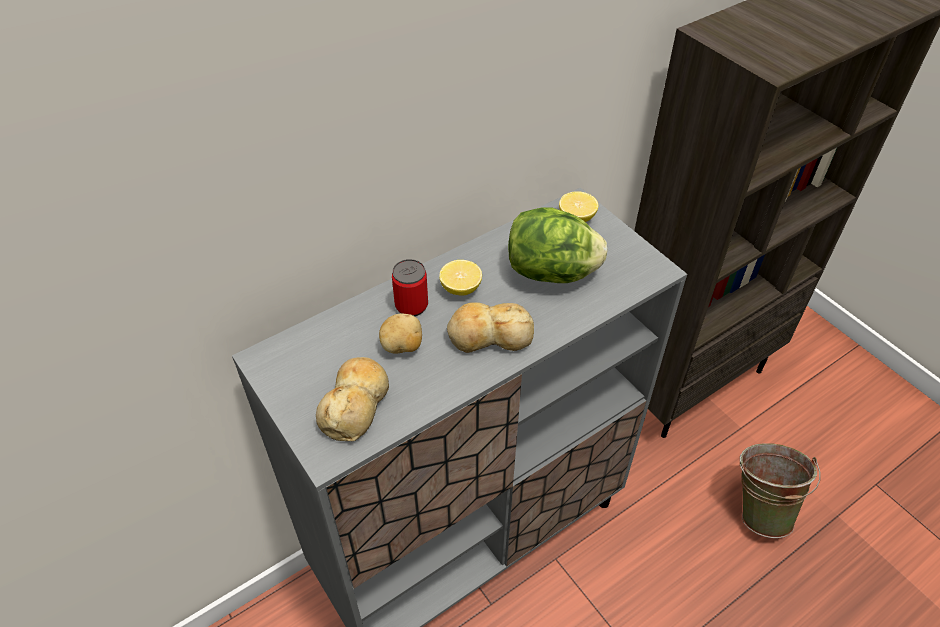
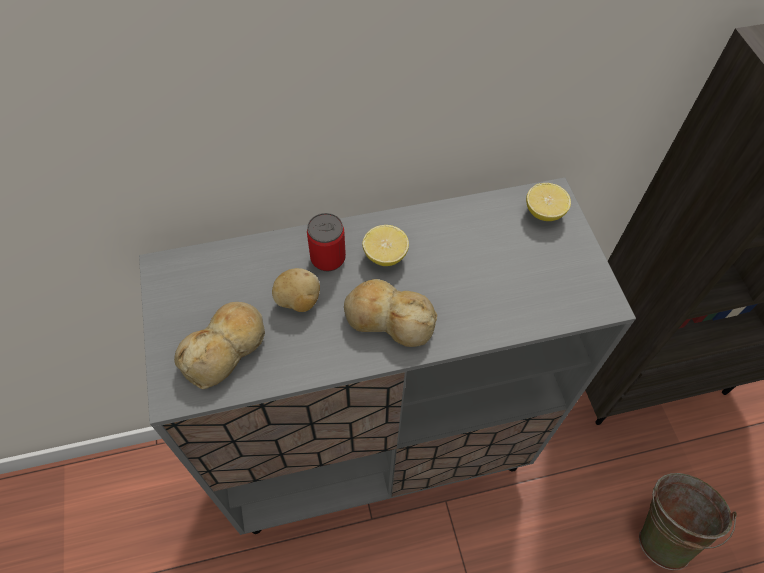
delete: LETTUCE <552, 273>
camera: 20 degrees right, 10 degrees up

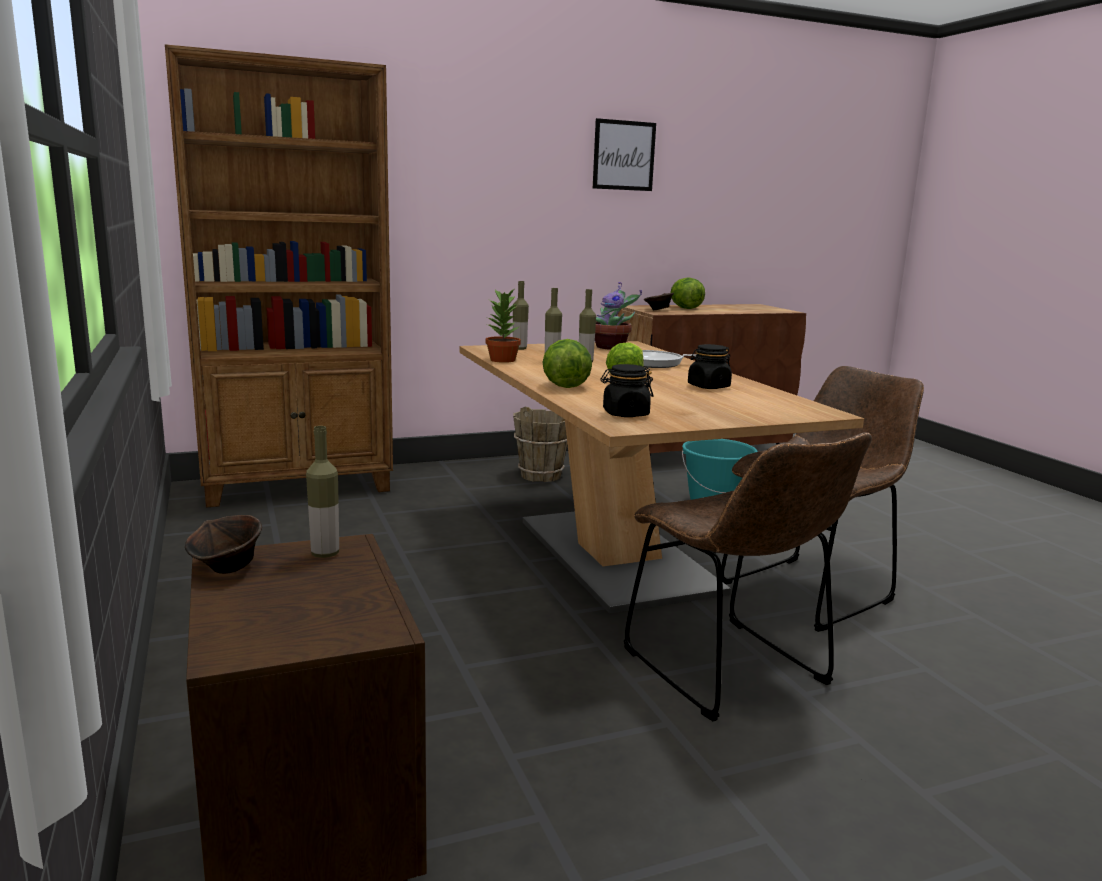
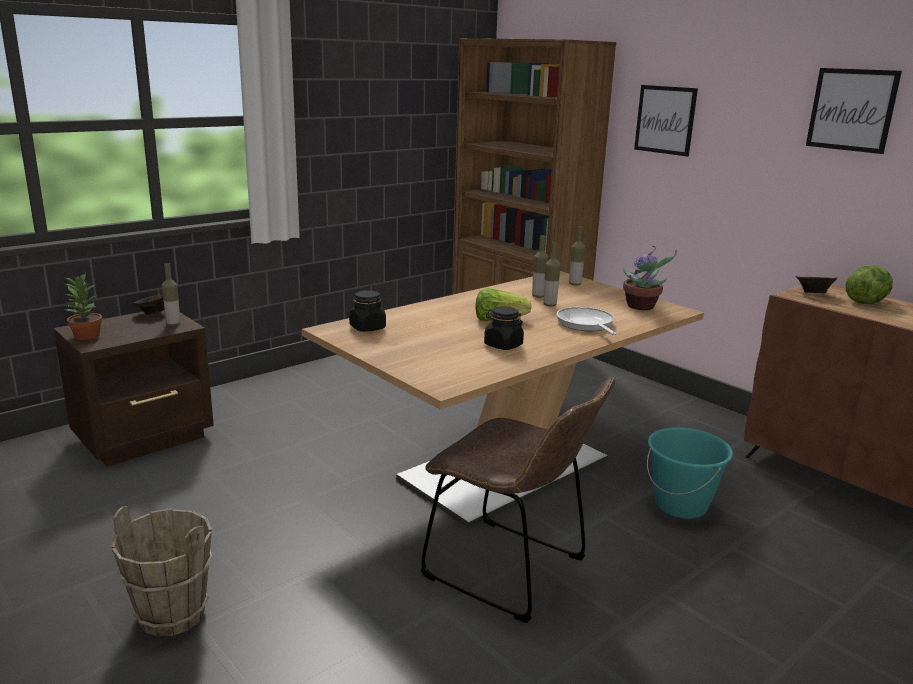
delete: LETTUCE <565, 386>; BROWN CHAIR <731, 672>
insert: PICTURE <665, 120>
move: POTTED PLANT <503, 360> to <86, 336>; BROWN BUCKET <540, 475> to <172, 614>
camera: 70 degrees right, 5 degrees up

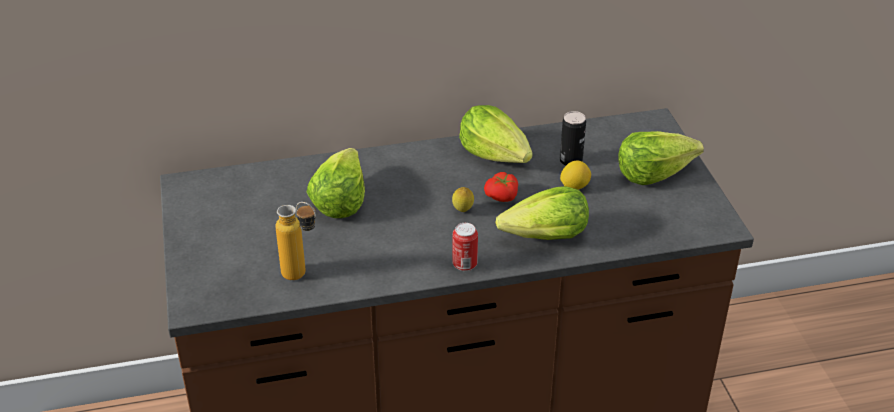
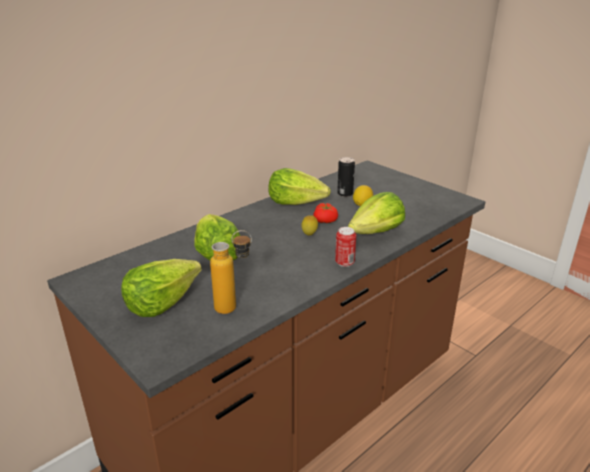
move: LETTUCE <653, 173> to <161, 302>
camera: 30 degrees left, 10 degrees down

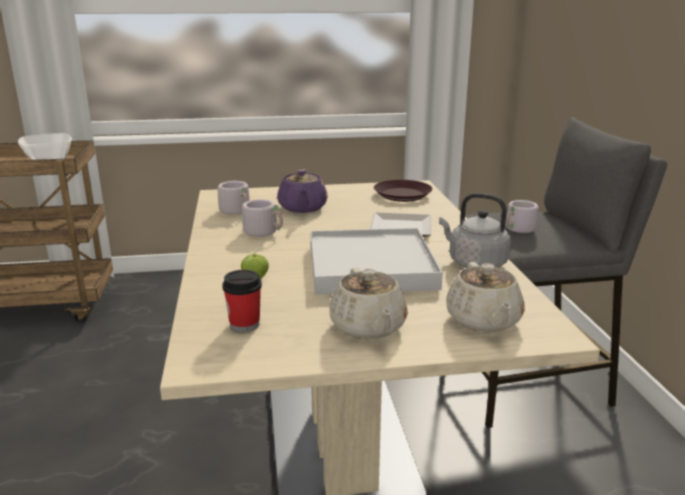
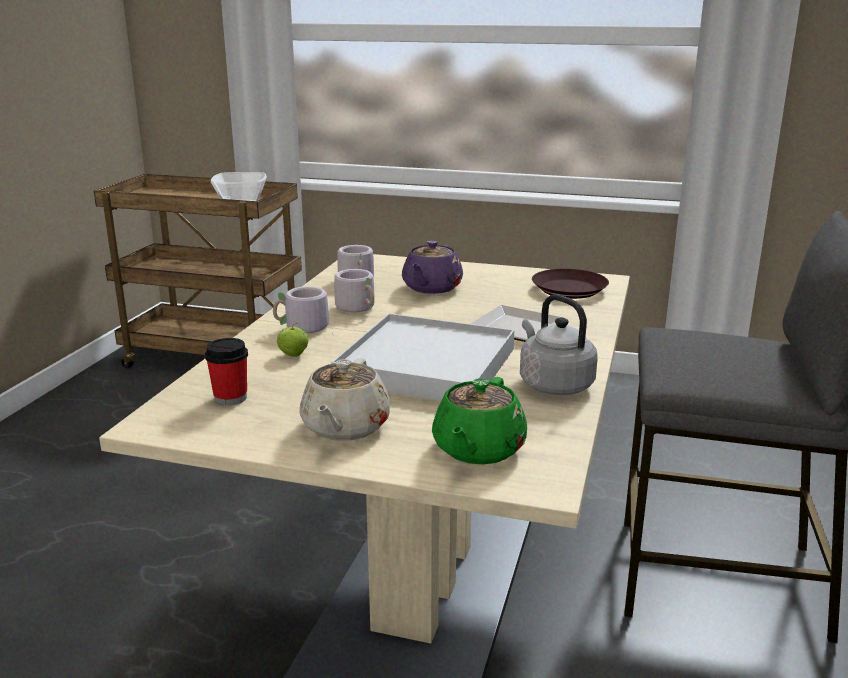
move: GREY MUG <519, 230> to <302, 329>
recolor: BEIGE TEAPOT <483, 321> to GREEN TEAPOT <477, 449>
camera: 25 degrees right, 0 degrees up

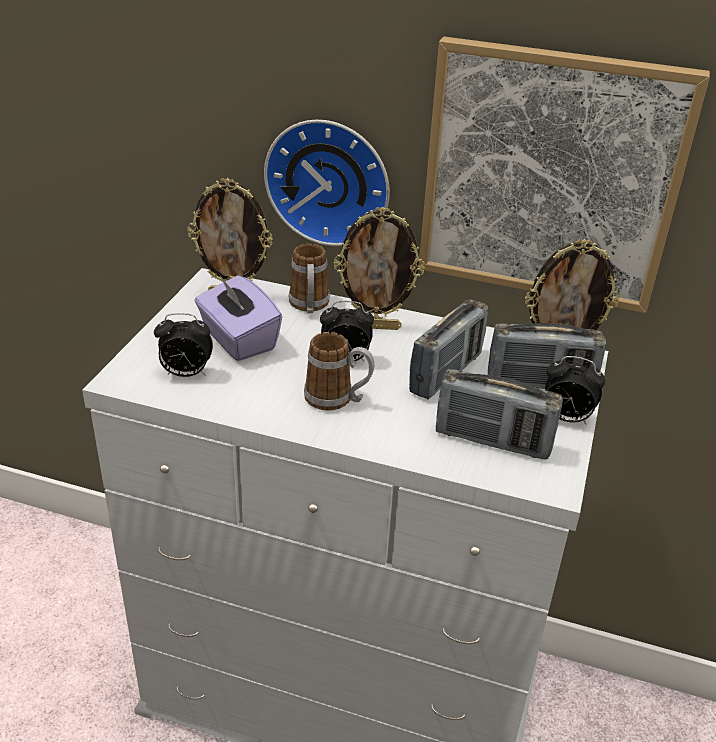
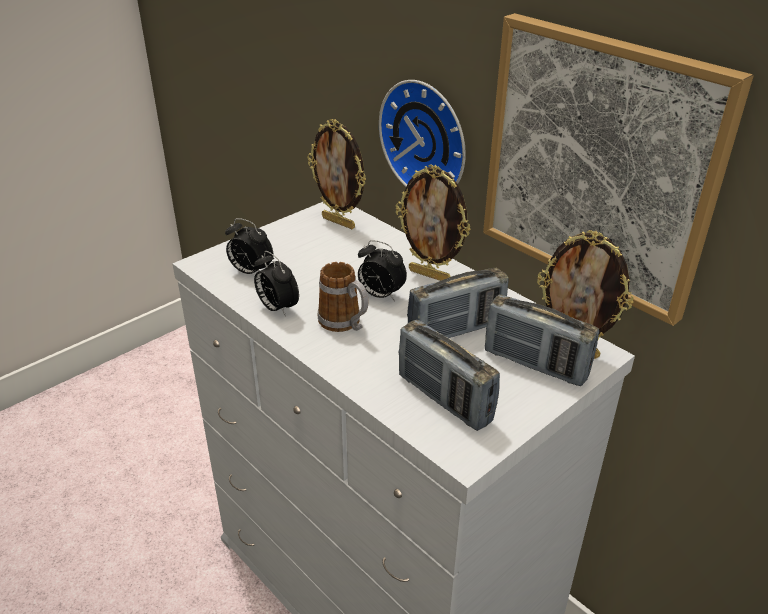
delete: PURPLE TISSUE BOX <238, 340>; MUG <309, 306>
move: ALARM CLOCK <566, 418> to <277, 308>
camera: 30 degrees right, 0 degrees up

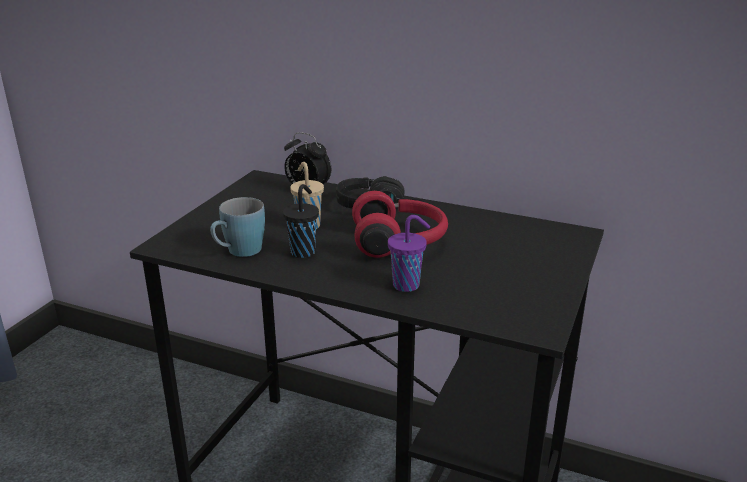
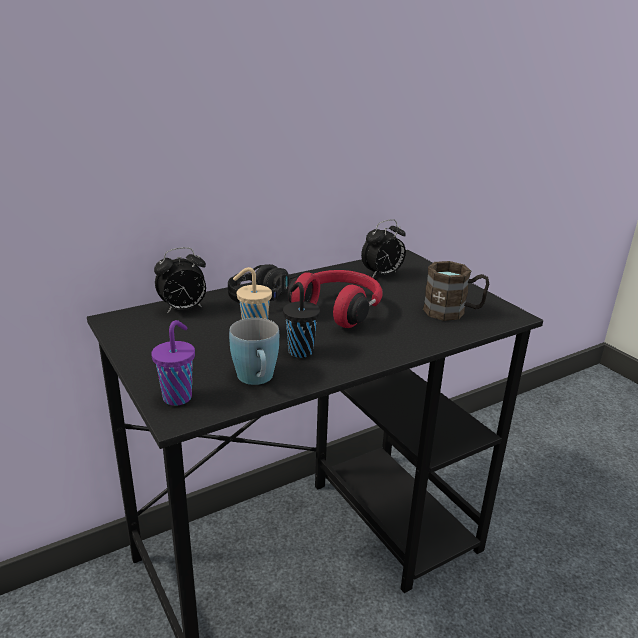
insert: ALARM CLOCK <382, 275>; BROWN MUG <453, 312>
move: PURPLE CUP <408, 285> to <178, 396>
camera: 55 degrees left, 0 degrees up

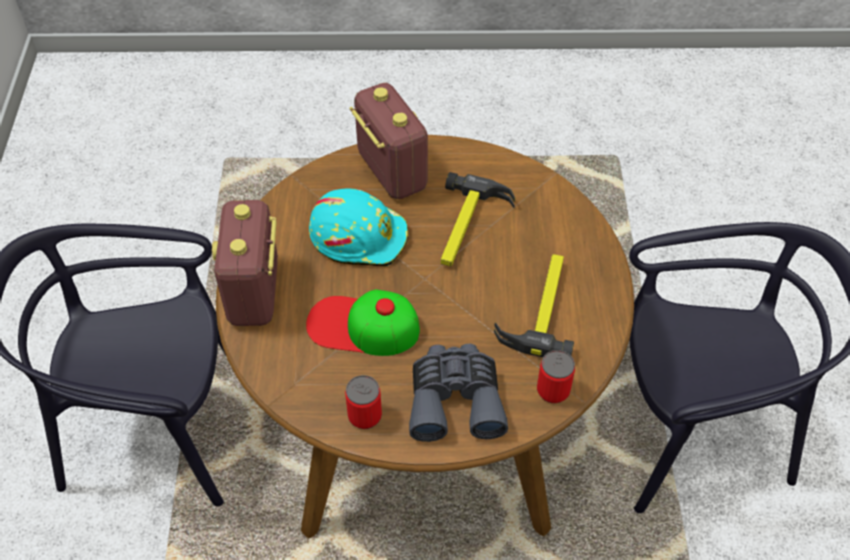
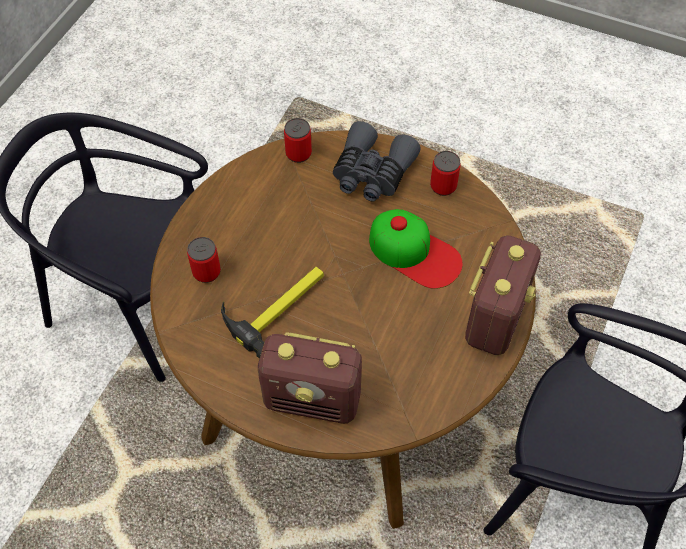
delete: TURQUOISE HARD HAT <359, 236>; HAMMER <540, 308>
insert: CAN <206, 272>
rotate: RADIO <391, 171> = <313, 400> 75 degrees counterclockwise
camera: 155 degrees left, 5 degrees up

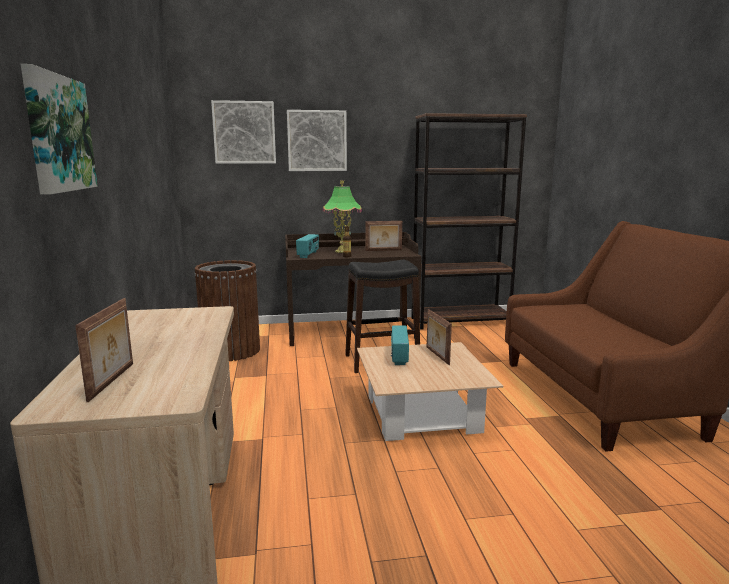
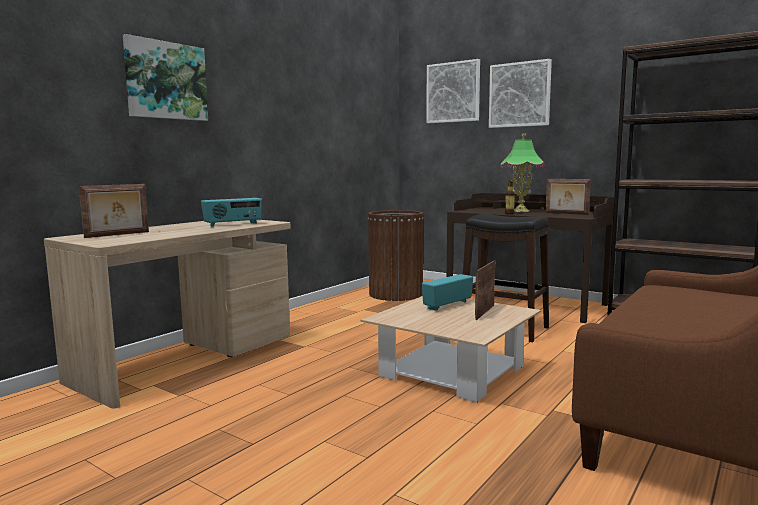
move: RADIO <308, 255> to <233, 224>
camera: 45 degrees right, 5 degrees down

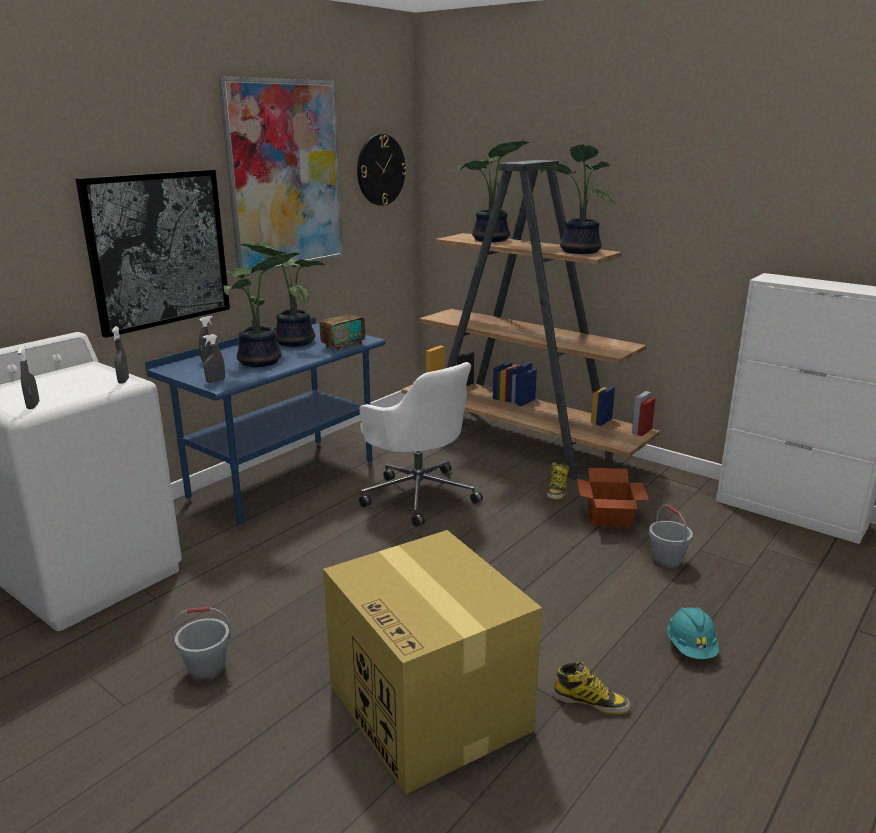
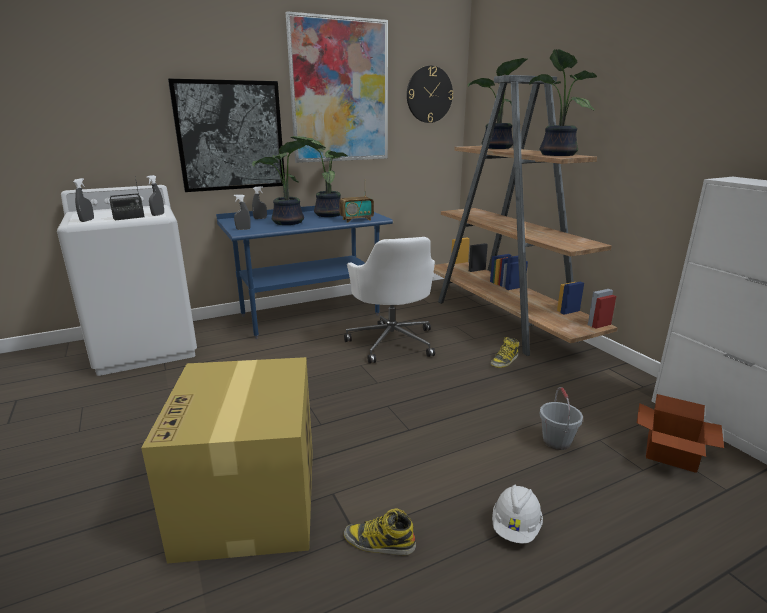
delete: GREY BUCKET <206, 670>
insert: RADIO <129, 218>
move: CARDBOARD BOX <608, 517> to <670, 453>
recolor: TURQUOISE HARD HAT <691, 648> to WHITE HARD HAT <516, 527>
rotate: BOOT <590, 701> = <379, 543> 150 degrees clockwise
camera: 25 degrees right, 0 degrees up

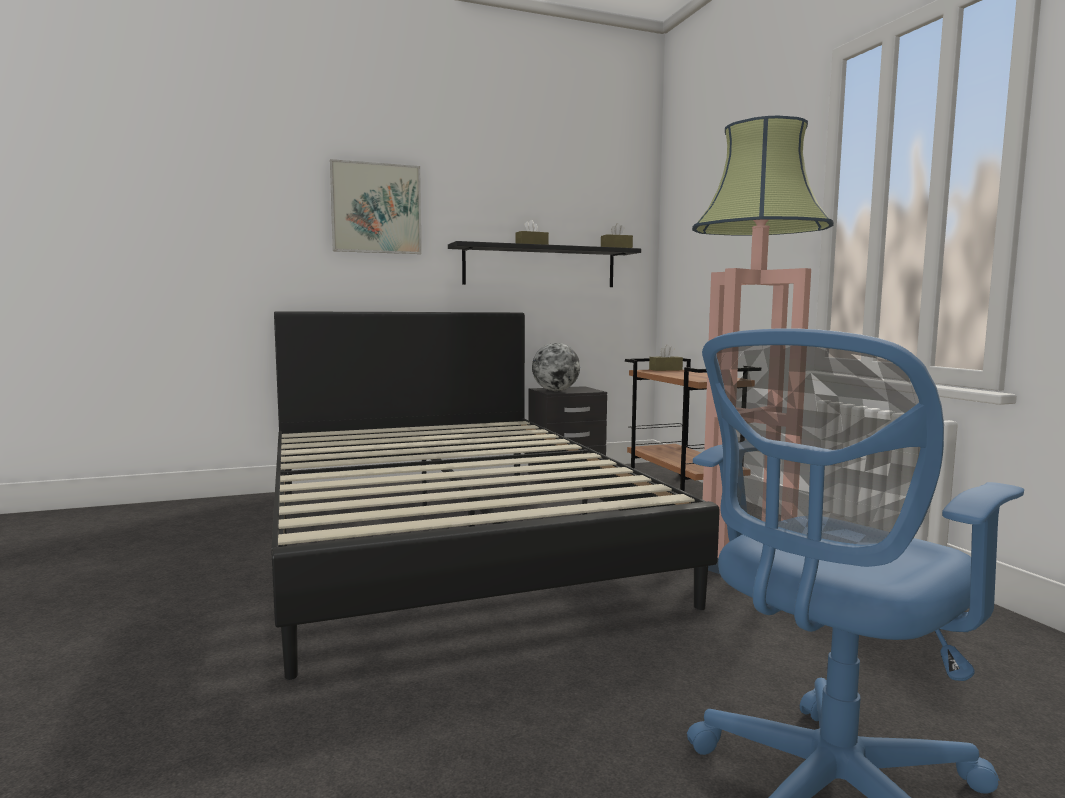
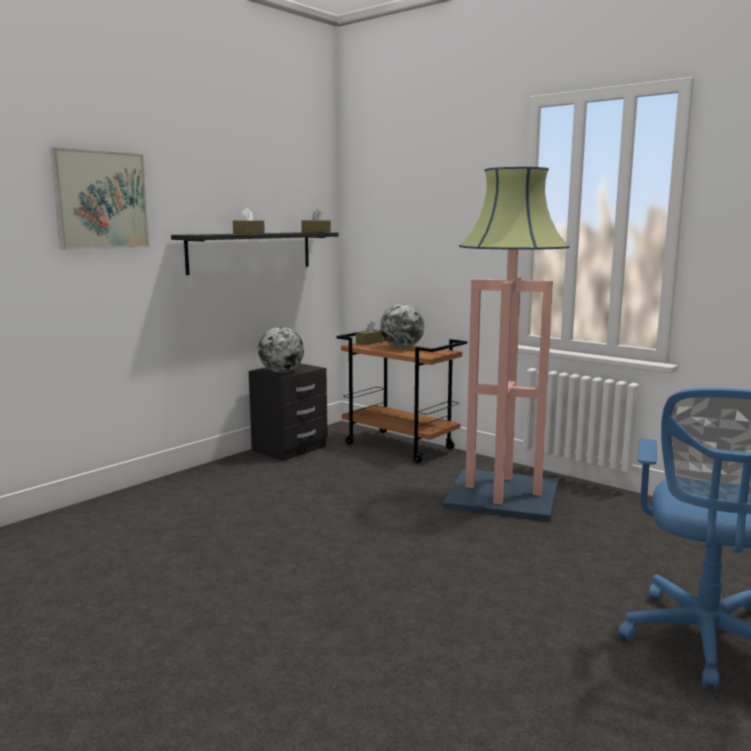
delete: BLACK BED <448, 537>
insert: GLOBE <402, 348>
camera: 30 degrees left, 5 degrees up

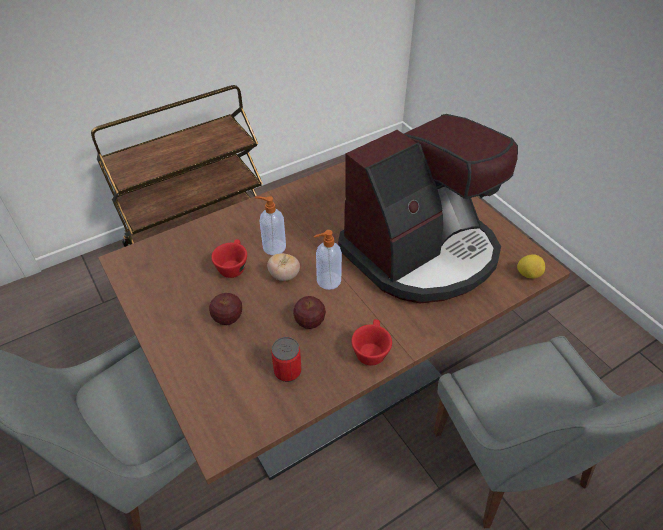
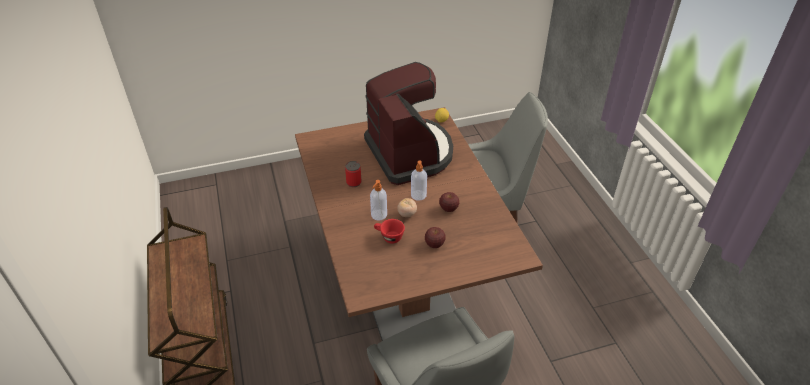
delete: RED CUP <370, 350>
move: CAN <287, 371> to <354, 182>
camera: 75 degrees left, 5 degrees down

